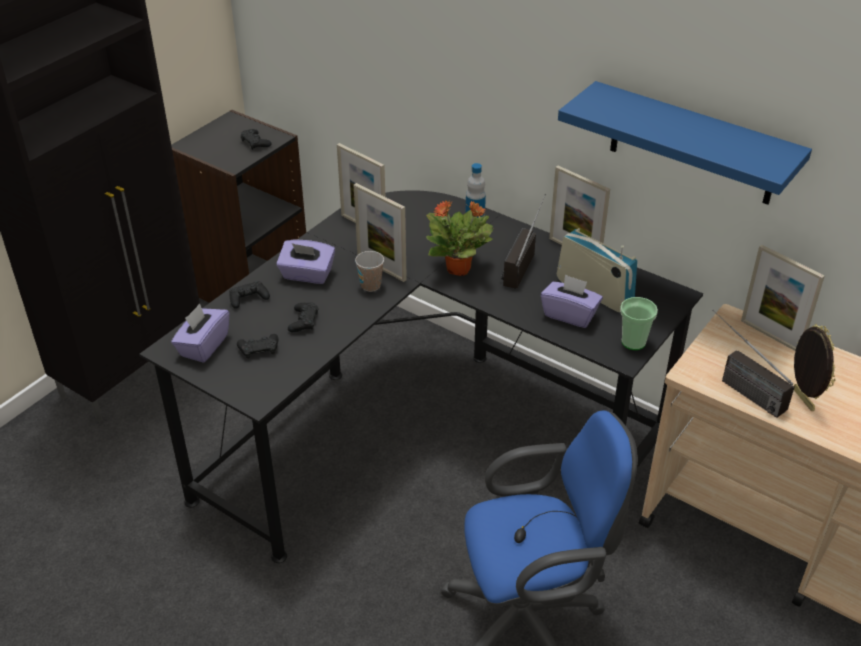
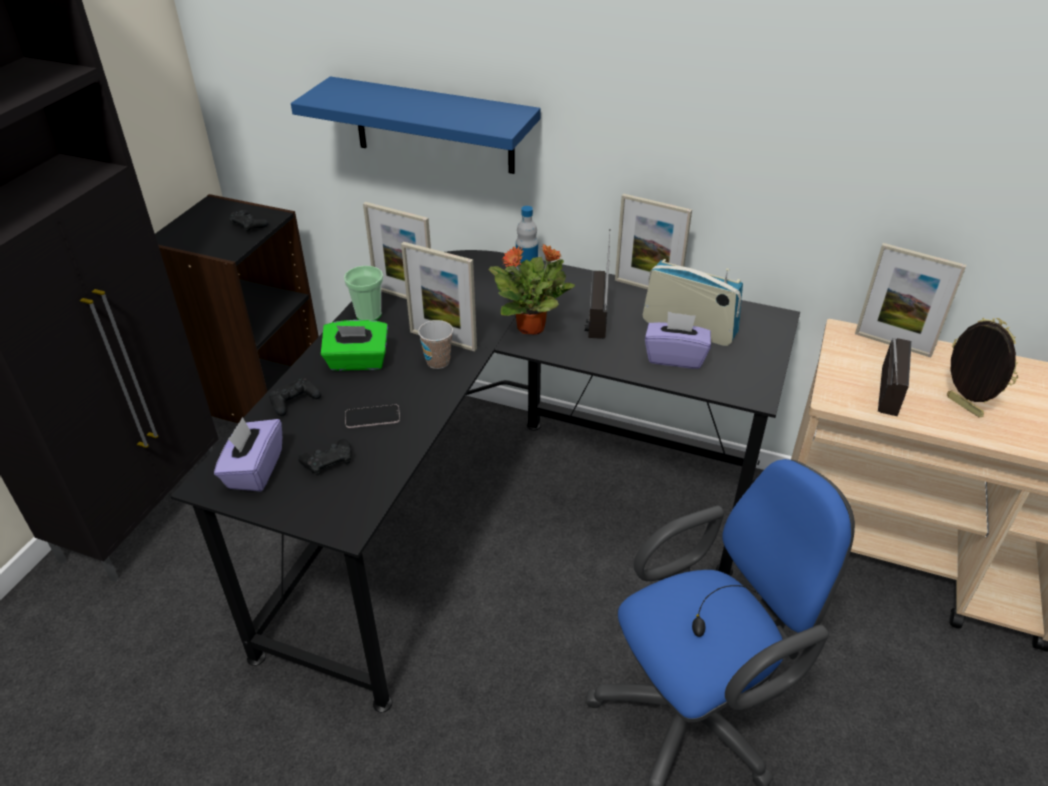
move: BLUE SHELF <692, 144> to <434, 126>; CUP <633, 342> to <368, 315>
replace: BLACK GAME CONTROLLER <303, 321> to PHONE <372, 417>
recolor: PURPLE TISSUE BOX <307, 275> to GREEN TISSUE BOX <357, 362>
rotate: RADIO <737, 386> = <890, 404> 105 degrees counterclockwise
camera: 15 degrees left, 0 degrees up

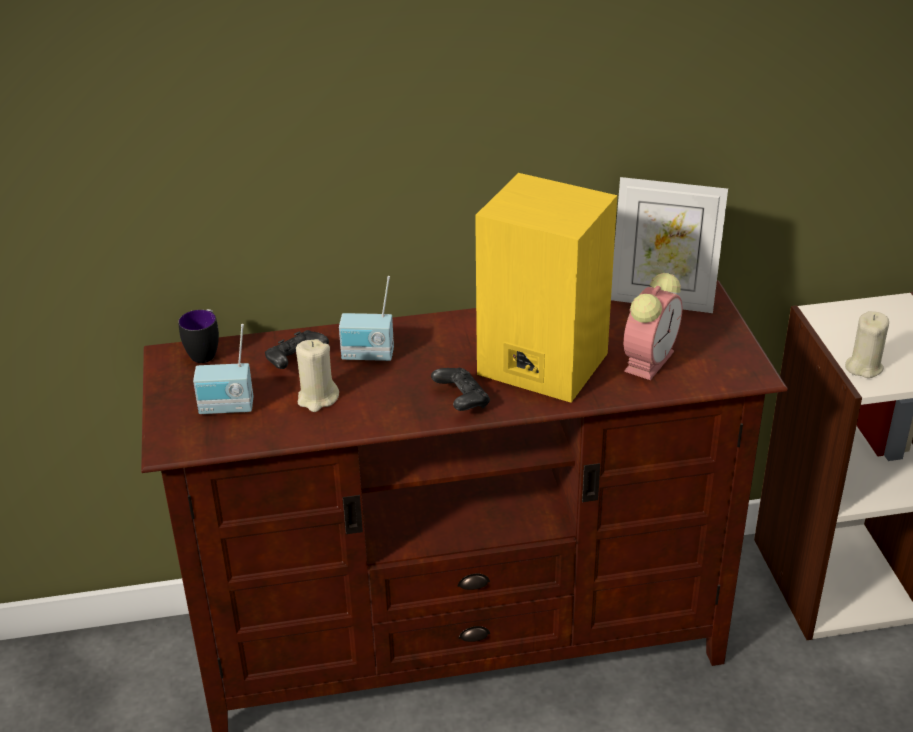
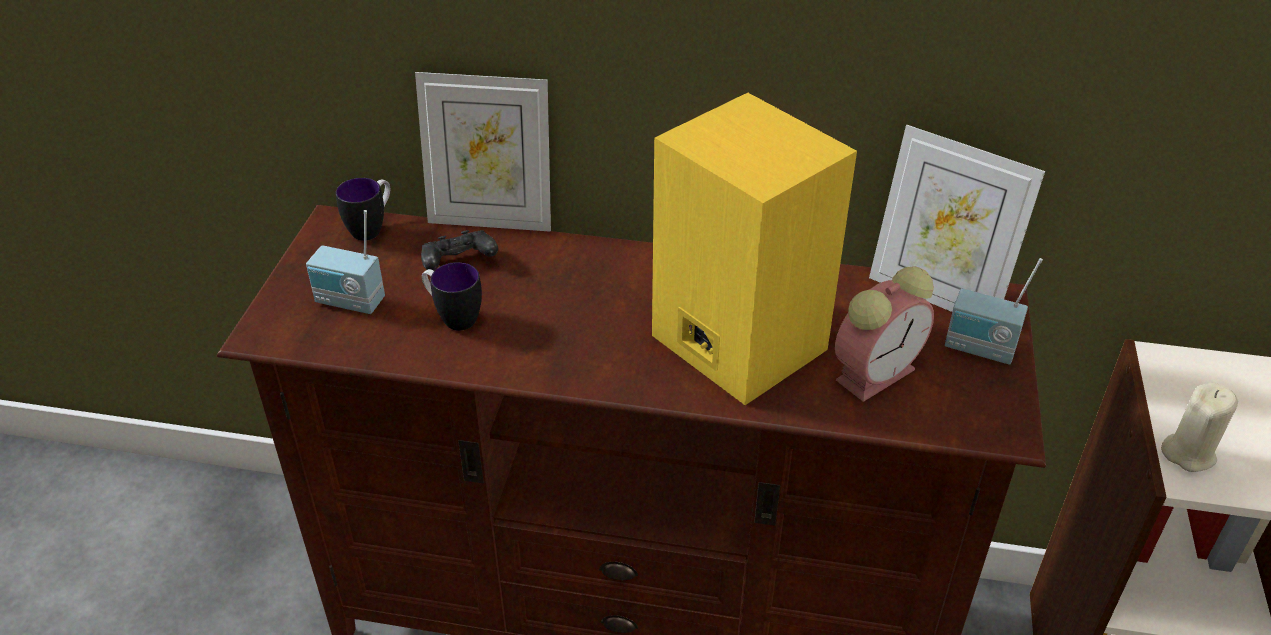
delete: BLACK GAME CONTROLLER <461, 401>
insert: PICTURE FRAME <491, 219>
move: RADIO <368, 356> to <979, 350>
replace: BEIGE CANDLE <317, 398> to MUG <453, 317>
camera: 20 degrees right, 5 degrees up

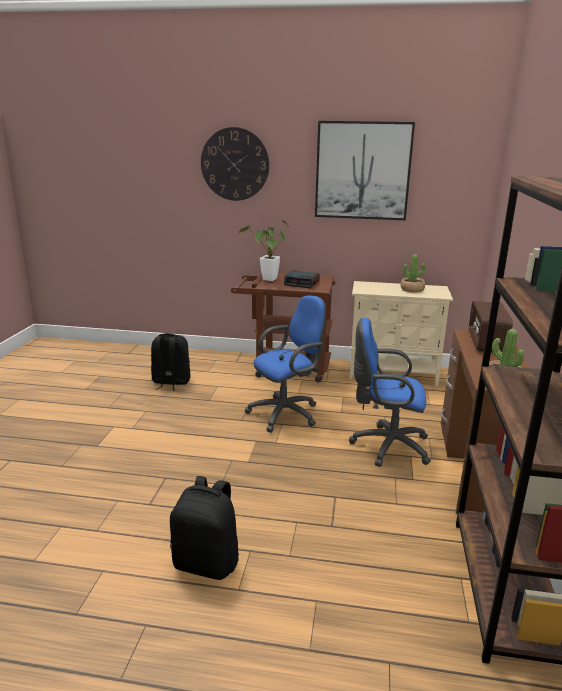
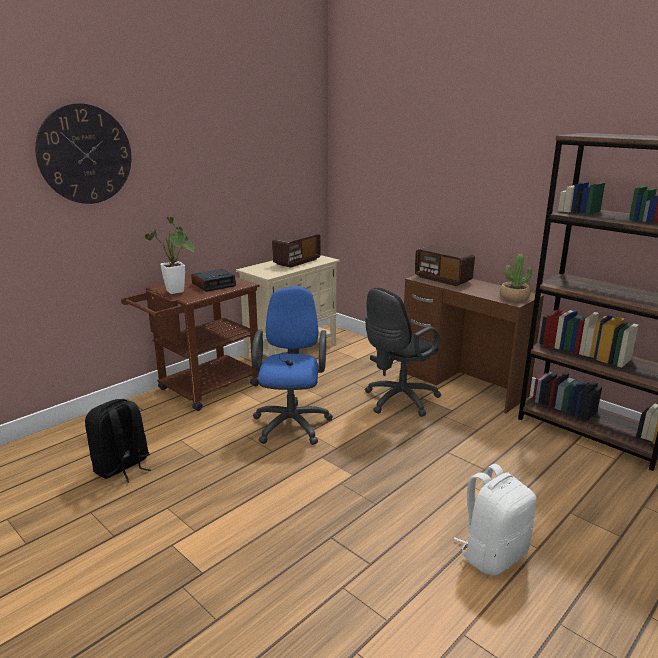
delete: PICTURE <362, 171>
replace: POTTED PLANT <412, 289> to RADIO <297, 262>
recolor: BLACK BACKPACK <207, 563> to WHITE BACKPACK <492, 554>; BLUE OFFICE CHAIR <386, 446> to BLACK OFFICE CHAIR <398, 401>
camera: 55 degrees left, 0 degrees up

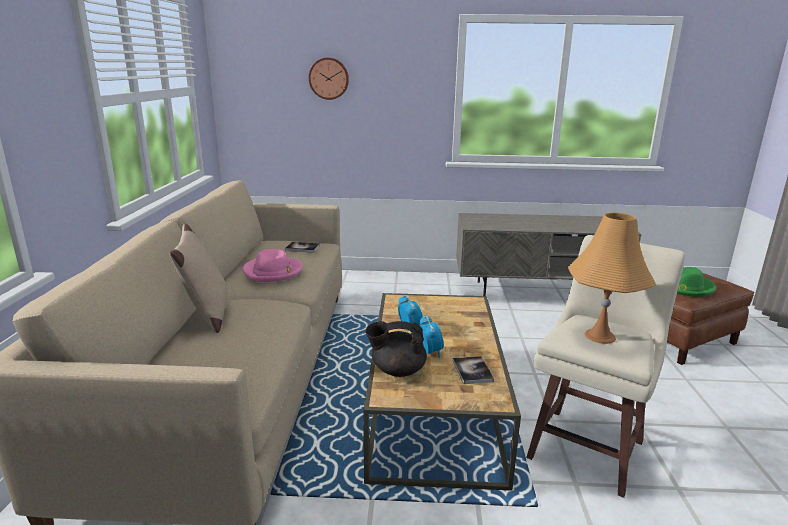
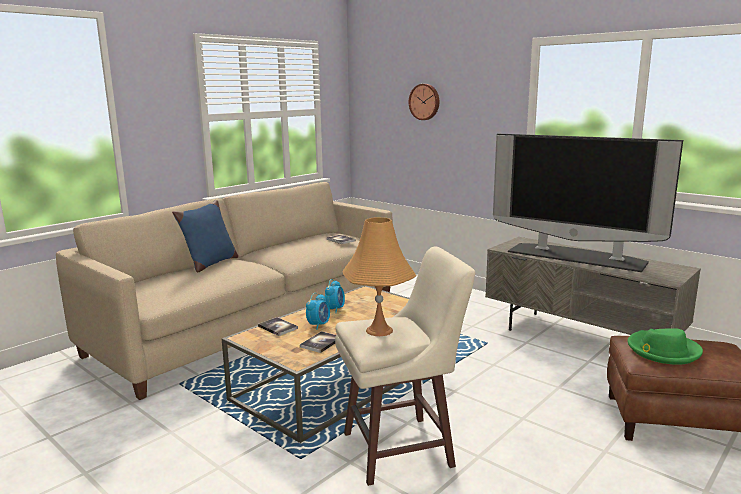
delete: PINK HAT <273, 272>
insert: TELEVISION <576, 256>
replace: BLACK TEAPOT <397, 370> to BOOK <277, 327>
recolor: BEIGE PILLOW <207, 316> to BLUE PILLOW <210, 264>
camera: 40 degrees right, 5 degrees down

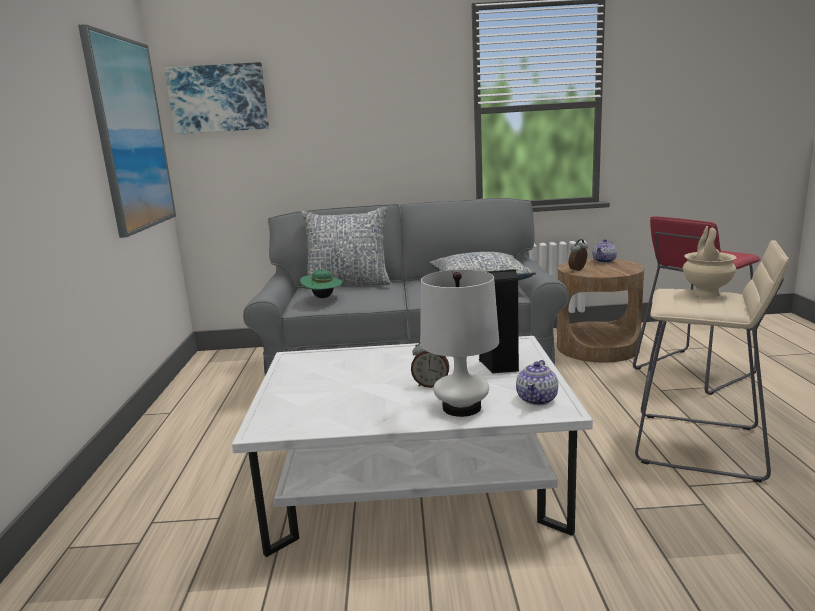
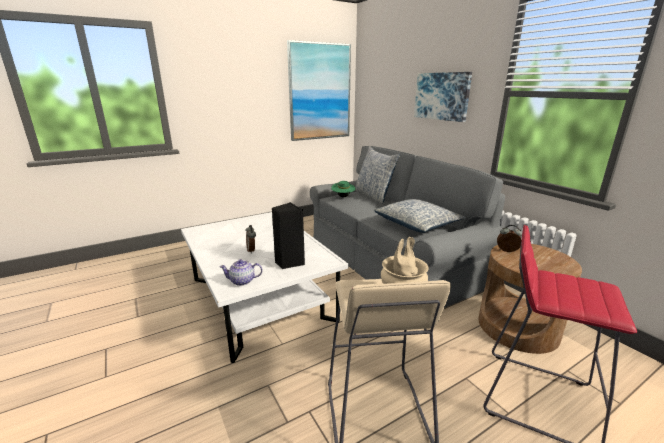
delete: WHITE TABLE LAMP <461, 407>; TEAPOT <604, 261>
move: PICTURE <218, 98> to <442, 96>
camera: 60 degrees right, 5 degrees up

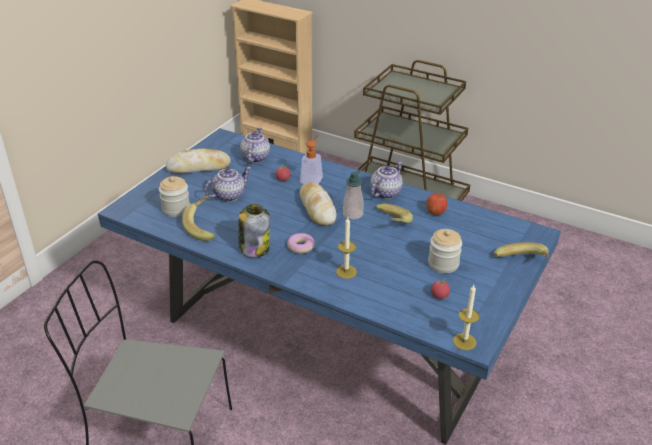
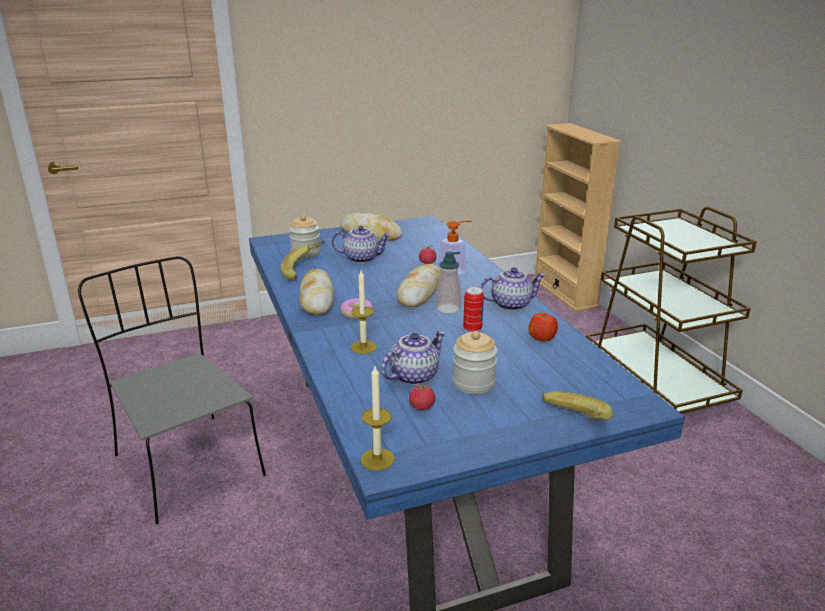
move: TEAPOT <255, 157> to <413, 376>
replace: JAR <254, 248> to BREAD <317, 299>; BANANA <389, 224> to CAN <472, 329>
camera: 40 degrees right, 10 degrees down

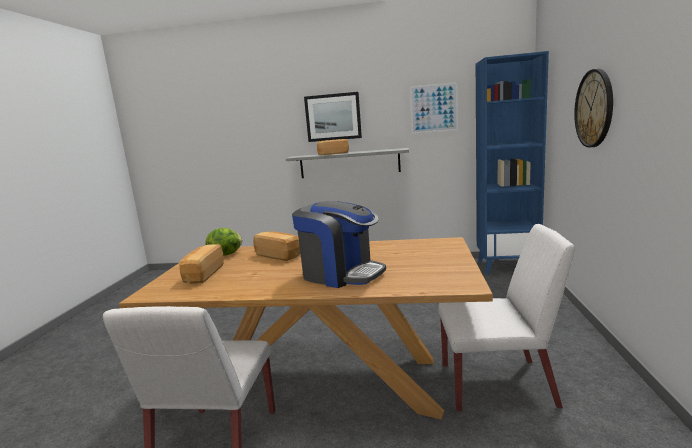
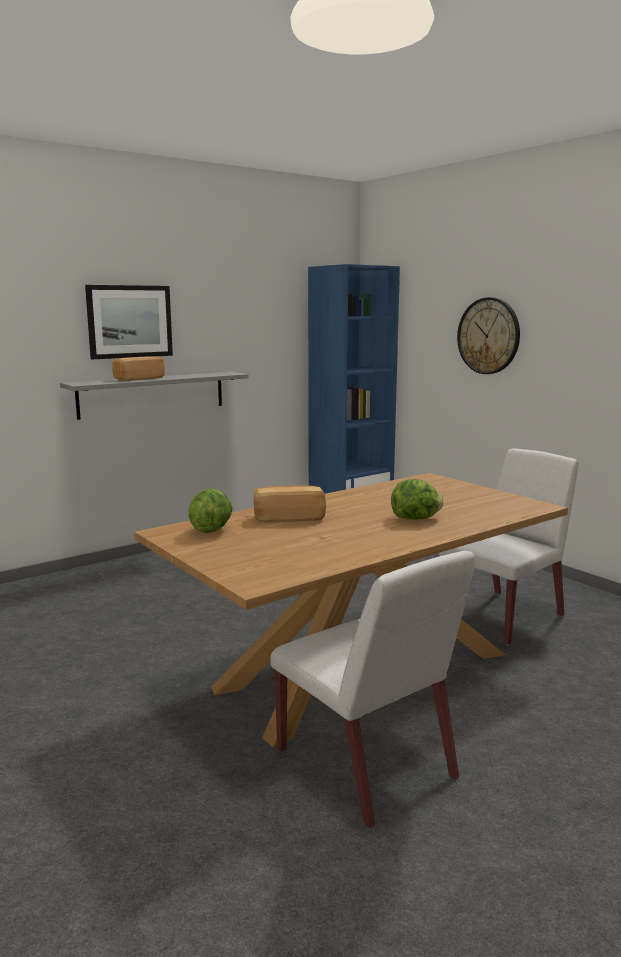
delete: BREAD <203, 274>; PICTURE <434, 108>
replace: COFFEE MACHINE <341, 274> to LETTUCE <416, 519>
camera: 45 degrees left, 0 degrees up

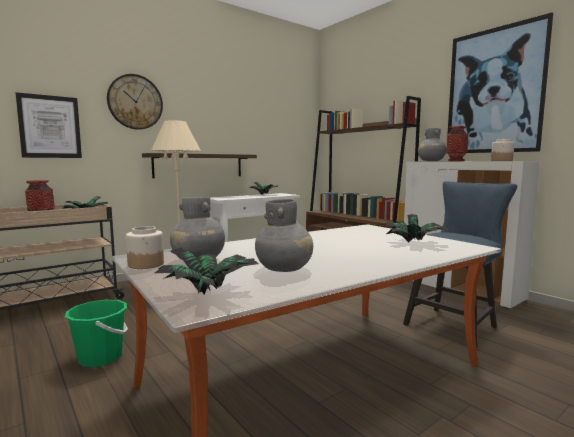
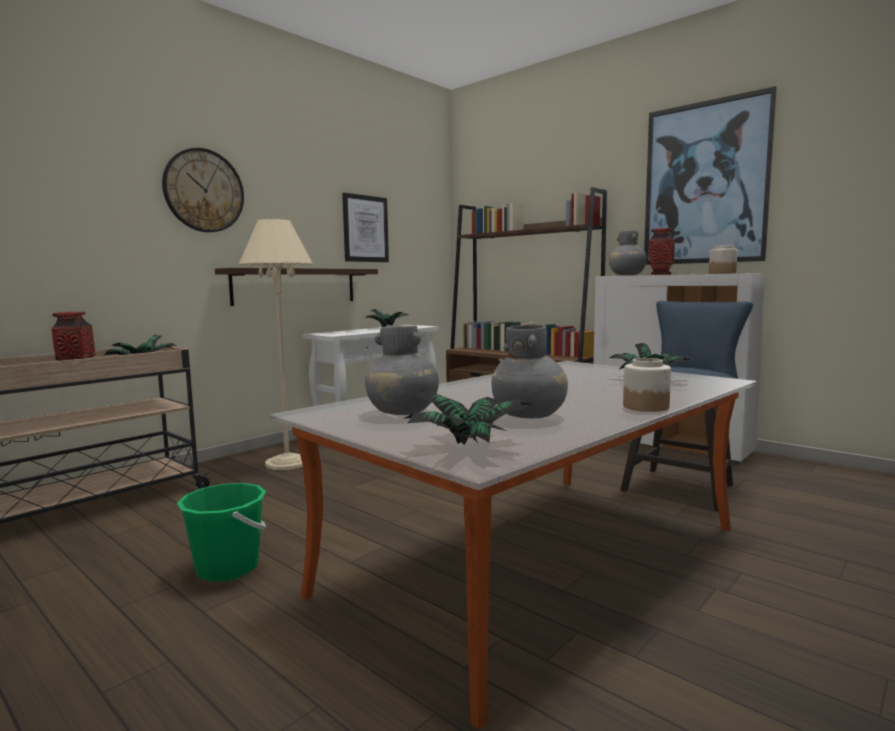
move: PICTURE <50, 127> to <365, 229>; JAR <146, 264> to <645, 407>
camera: 10 degrees left, 0 degrees up

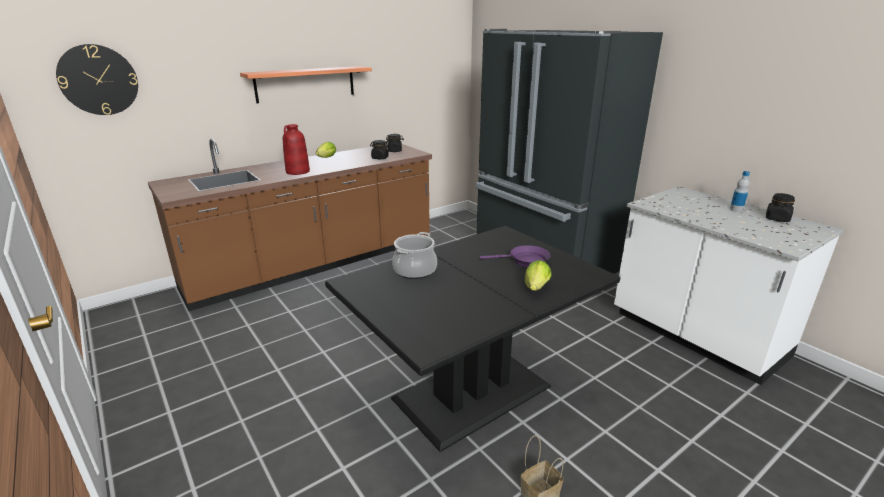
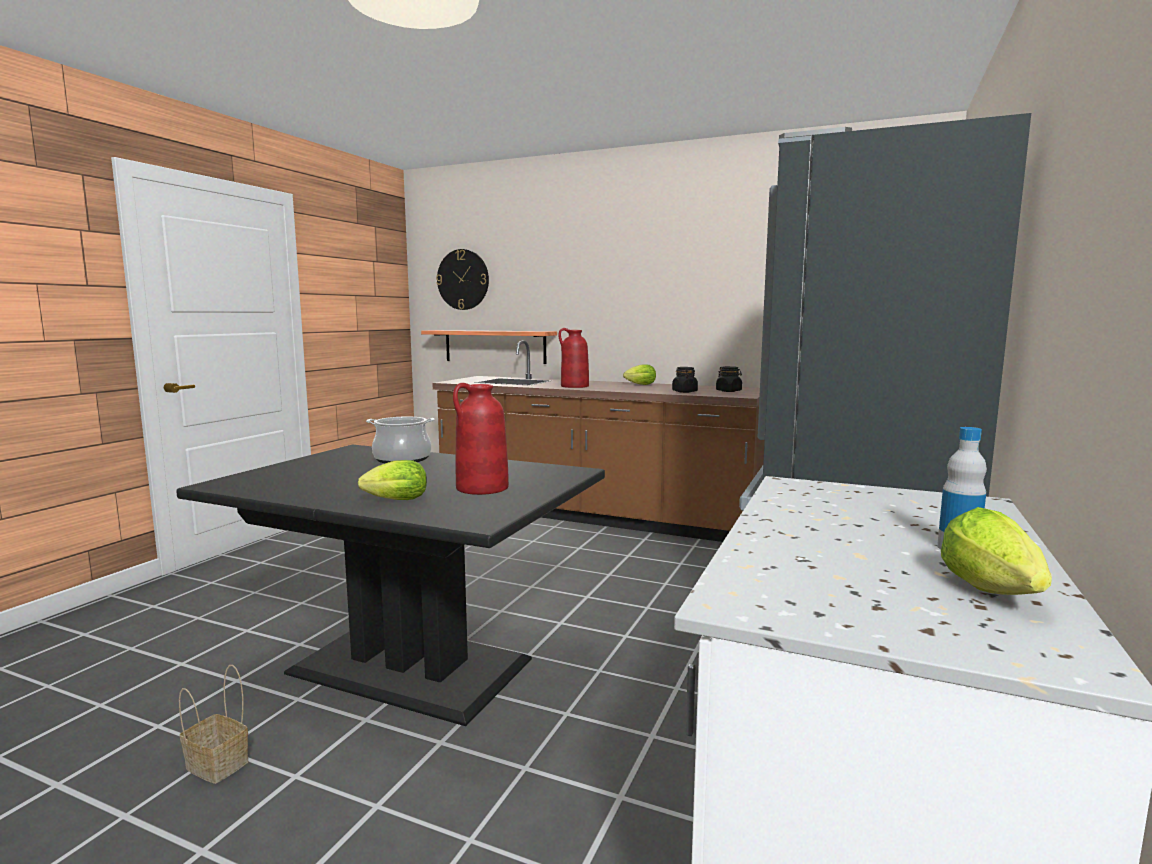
move: SHELF <305, 84> to <494, 346>
replace: PURPLE FRYING PAN <525, 261> to RED VASE <482, 488>; BLACK JAR <777, 219> to LETTUCE <995, 593>
camera: 60 degrees right, 15 degrees down

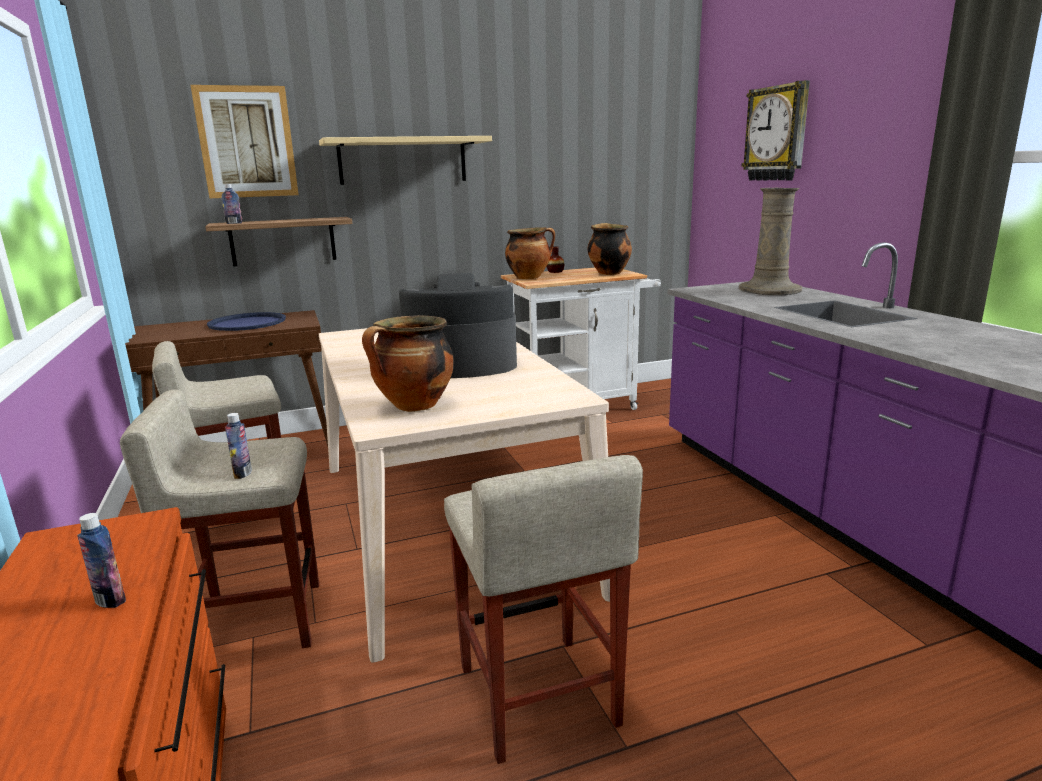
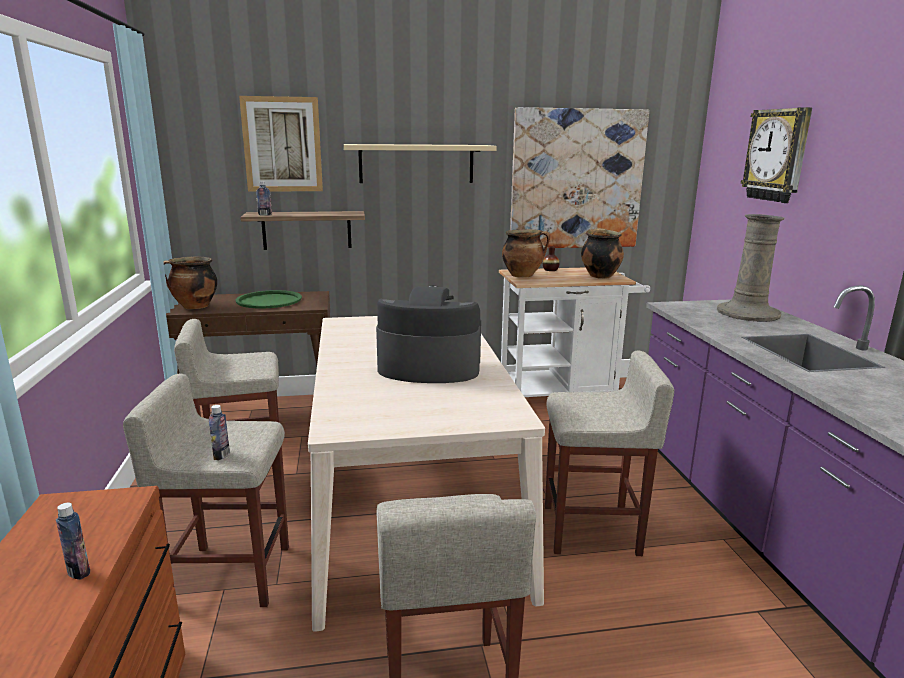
insert: PICTURE <576, 180>; BEIGE STOOL <592, 530>
move: COOKING POT <414, 406> to <194, 307>
recolor: BLUE TRAY <247, 323> to GREEN TRAY <269, 300>
camera: 10 degrees right, 0 degrees up

